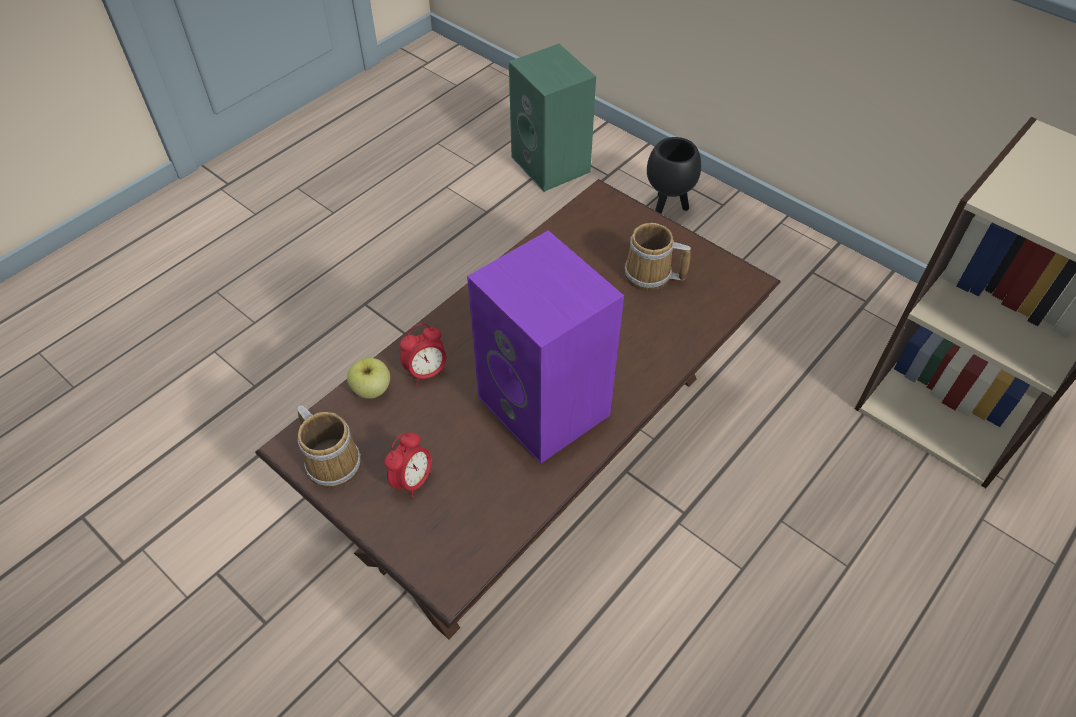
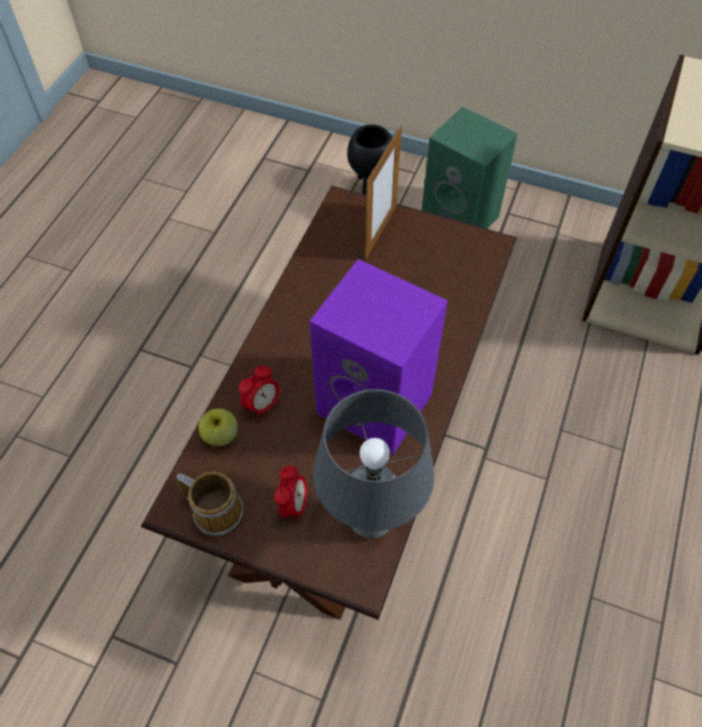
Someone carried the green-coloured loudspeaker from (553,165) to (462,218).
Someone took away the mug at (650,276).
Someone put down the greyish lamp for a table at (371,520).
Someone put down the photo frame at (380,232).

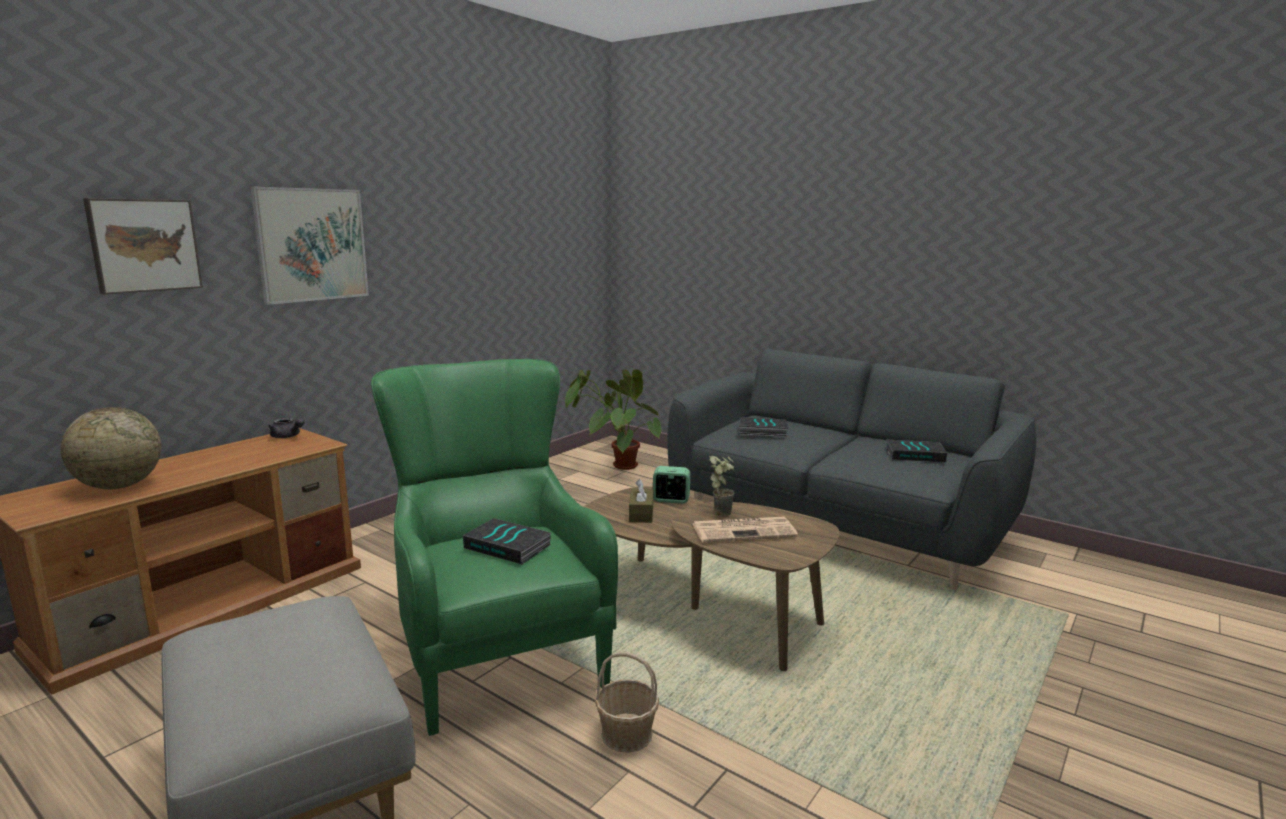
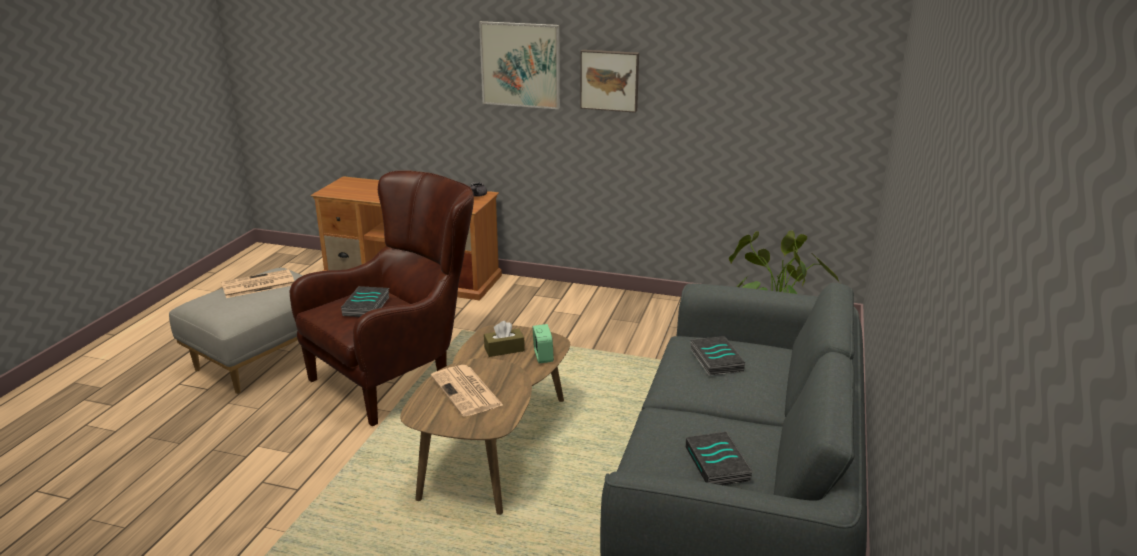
Someone took away the globe at (119,486).
Someone carried the wall picture from (144,245) to (610,80).
Someone repainted the green-coloured lounge chair at (496,651), which became the brown-coloured lounge chair at (399,376).
Someone took away the basket at (626,734).
Someone took away the plant in a pot at (721,511).
Someone put down the printed paper at (257,285).

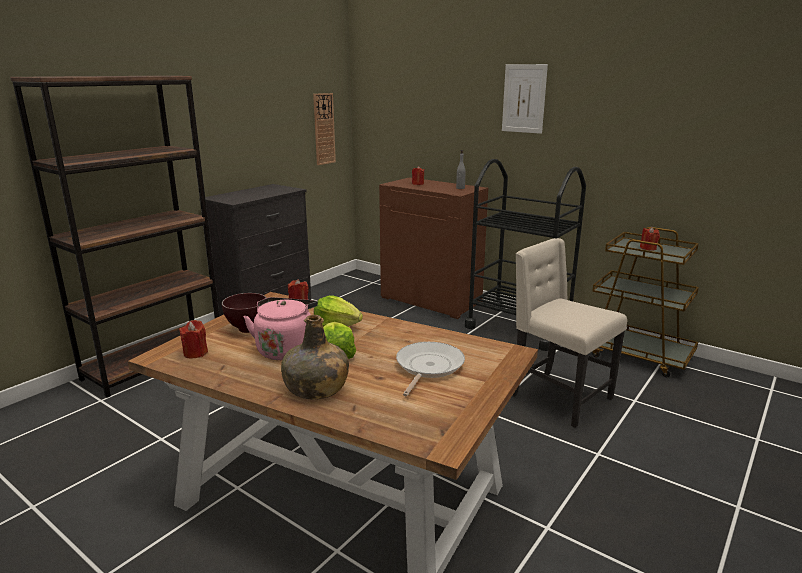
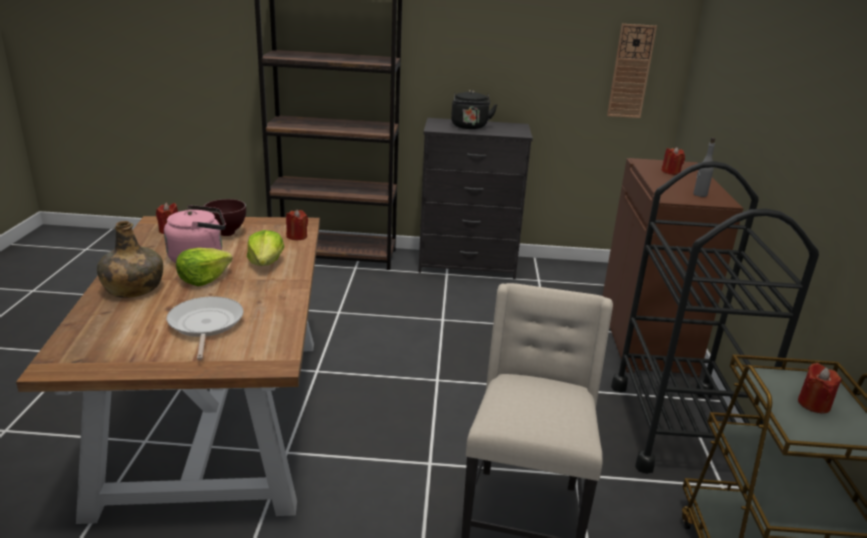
Someone rotated the skillet at (428,367) by 90 degrees counterclockwise.
Someone took away the wall picture at (524,98).
Someone put down the black-coloured kettle at (469,127).

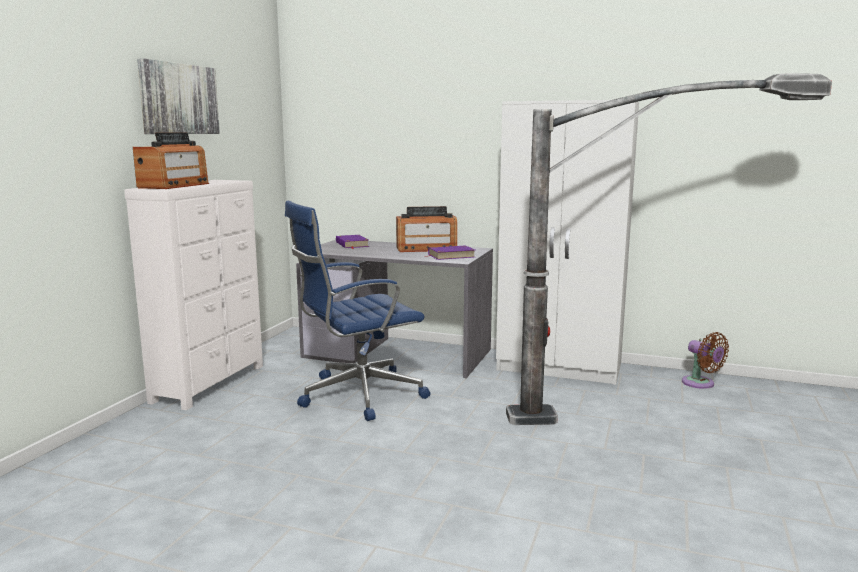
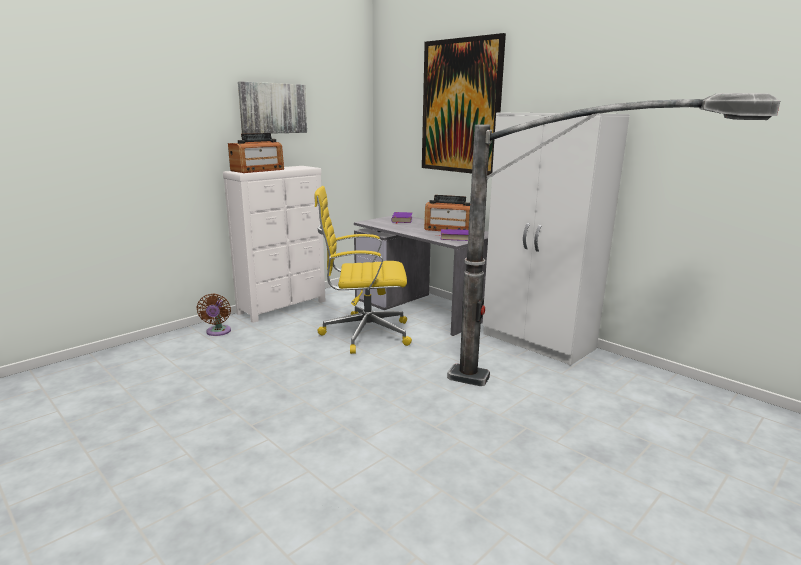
Someone repainted the blue-coloured office chair at (358,395), which became the yellow-coloured office chair at (363,333).
Someone carried the brown-coloured electric fan from (701,384) to (218,332).
Someone put up the wall picture at (460,107).

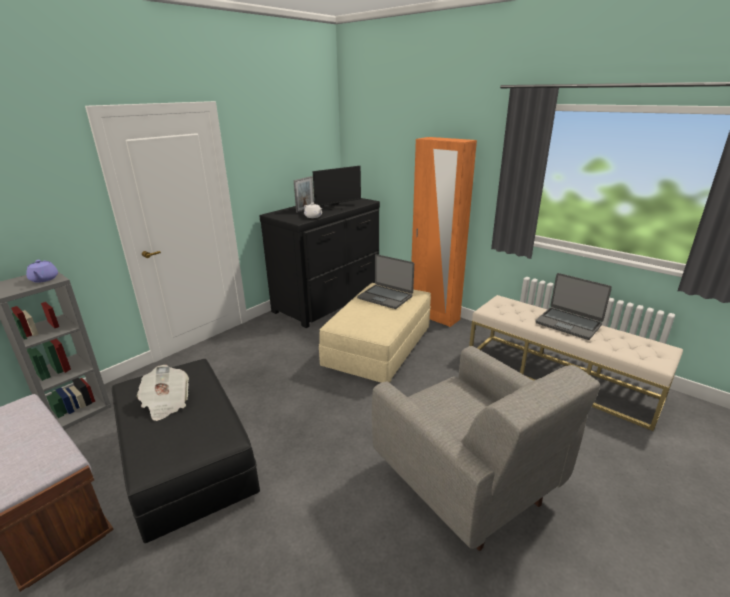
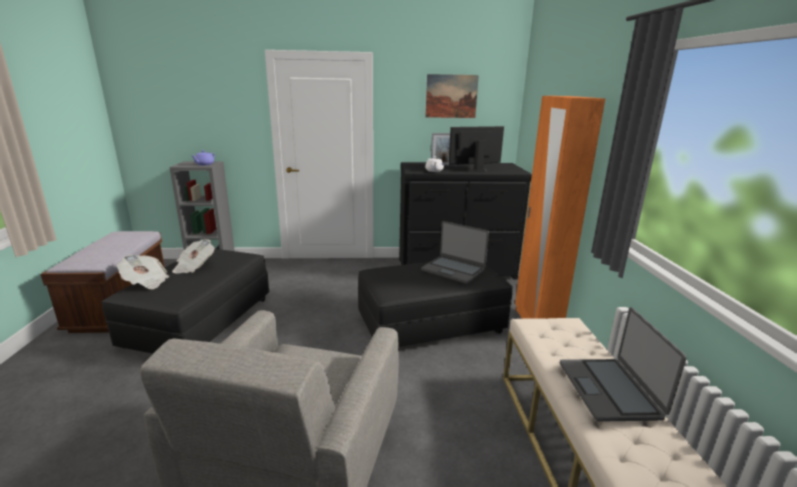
Someone rotated the computer screen at (337,207) by 150 degrees clockwise.
Someone repainted the beige pouffe at (379,348), which became the black-coloured pouffe at (430,323).
Someone rotated the laptop at (385,297) by 45 degrees counterclockwise.
Someone put down the printed paper at (145,282).
Someone put up the wall picture at (451,96).

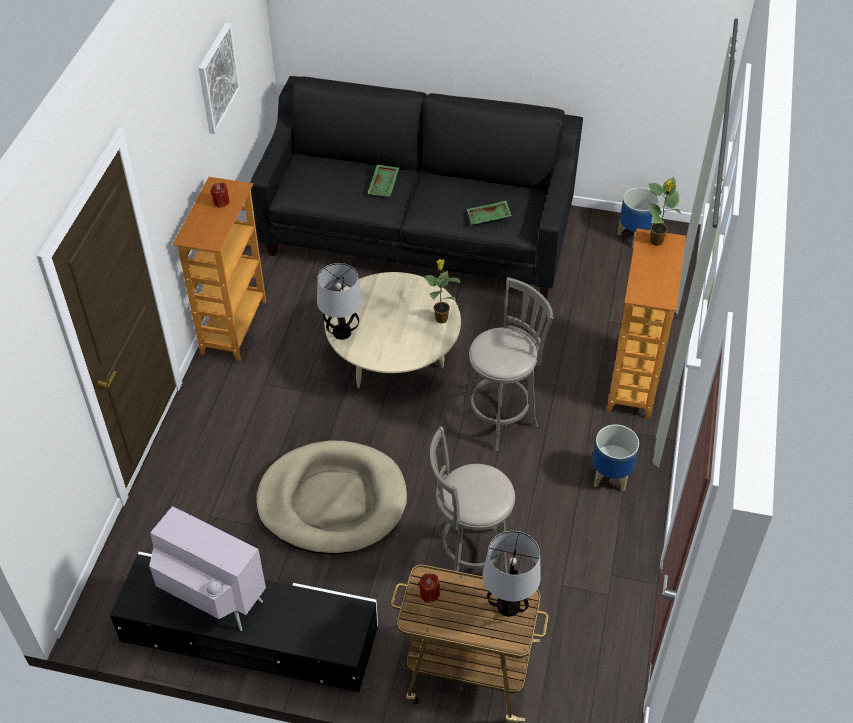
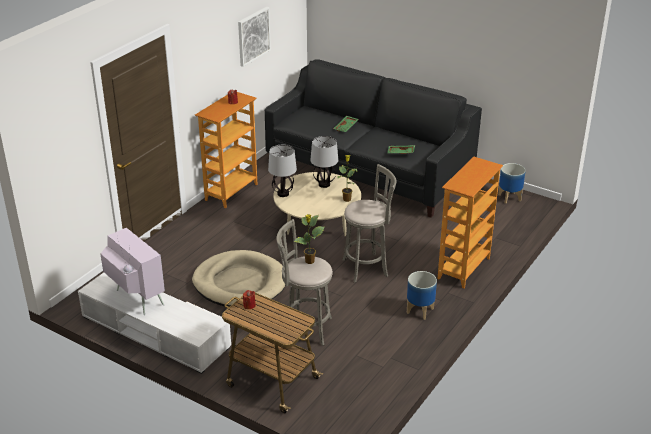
Someone repainted the black-coloured media console at (250,634), which became the whitish media console at (155,332).
Someone carried the lamp for a table from (509,606) to (324,184).
Someone carried the plant in a pot from (656,242) to (309,261).

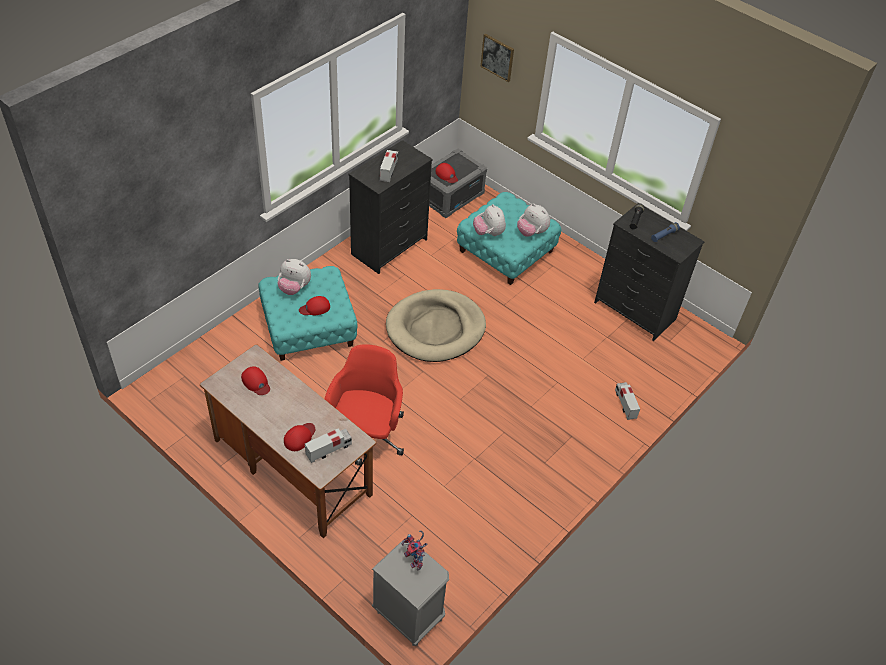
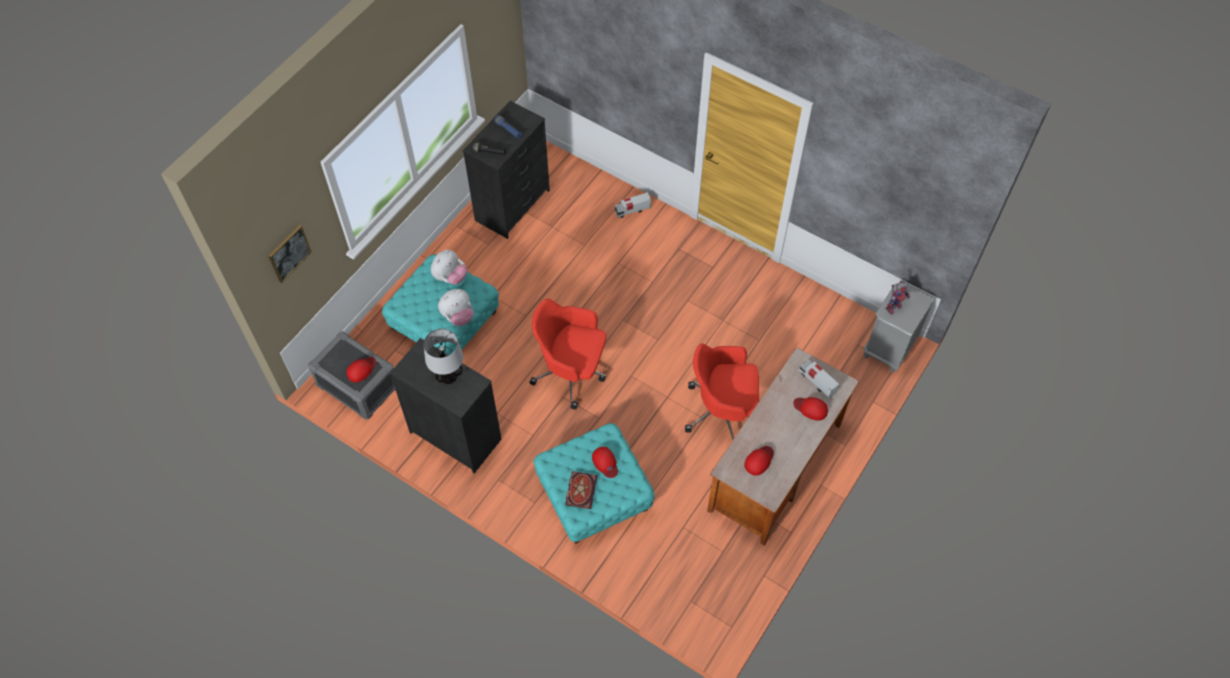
Someone swapped the cuddly toy at (294,288) for the book at (580,490).
Someone swapped the model truck at (389,170) for the lamp for a table at (449,377).
Someone swapped the beige pet bed at (435,328) for the red-coloured office chair at (571,372).

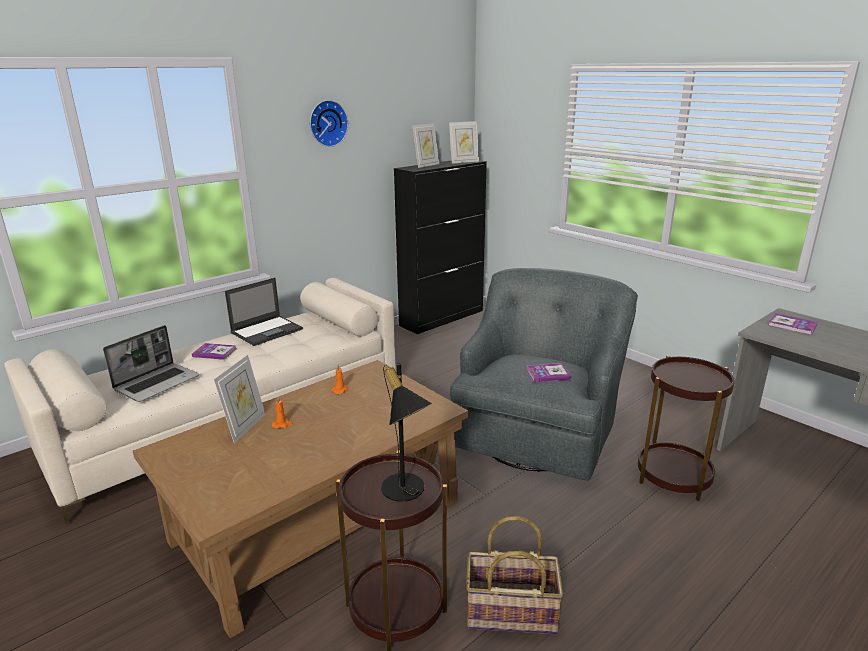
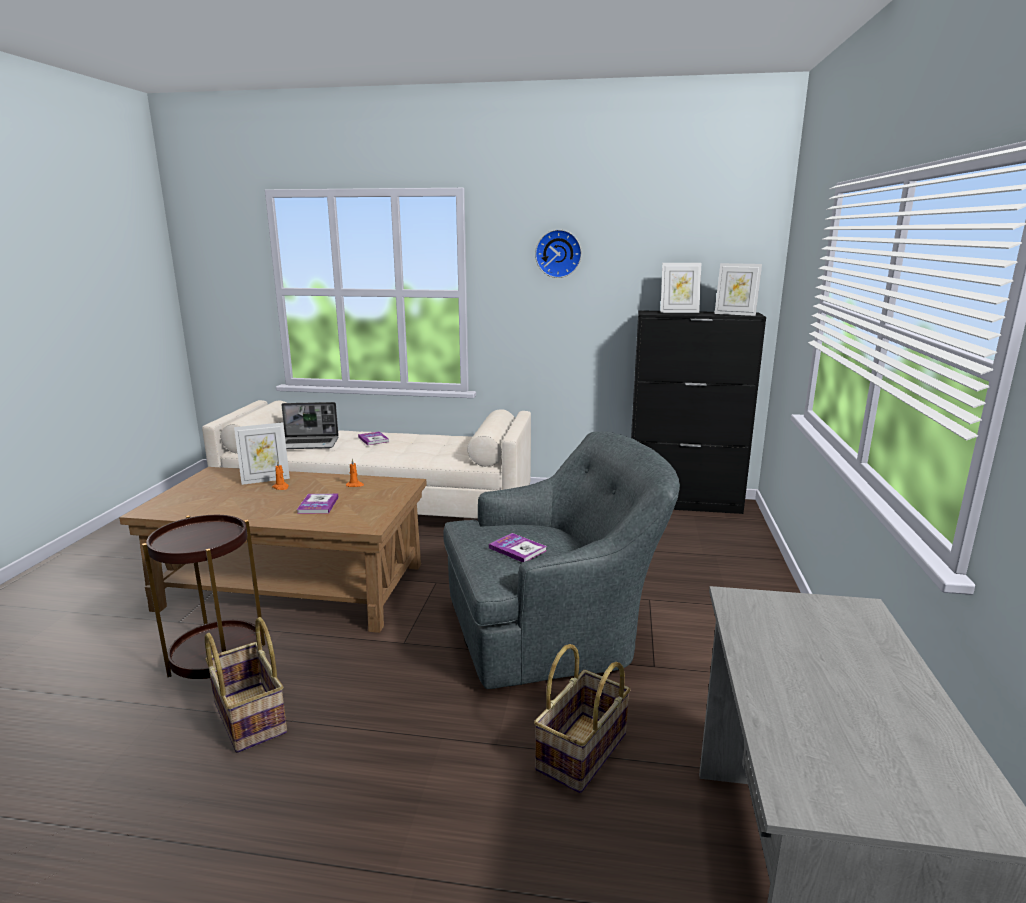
Someone took away the laptop at (267,330).
Someone took away the black-coloured lamp for a table at (406,492).
Someone swapped the brown-coloured side table at (673,476) for the basket at (583,753).
Someone carried the book from (792,325) to (318,505).

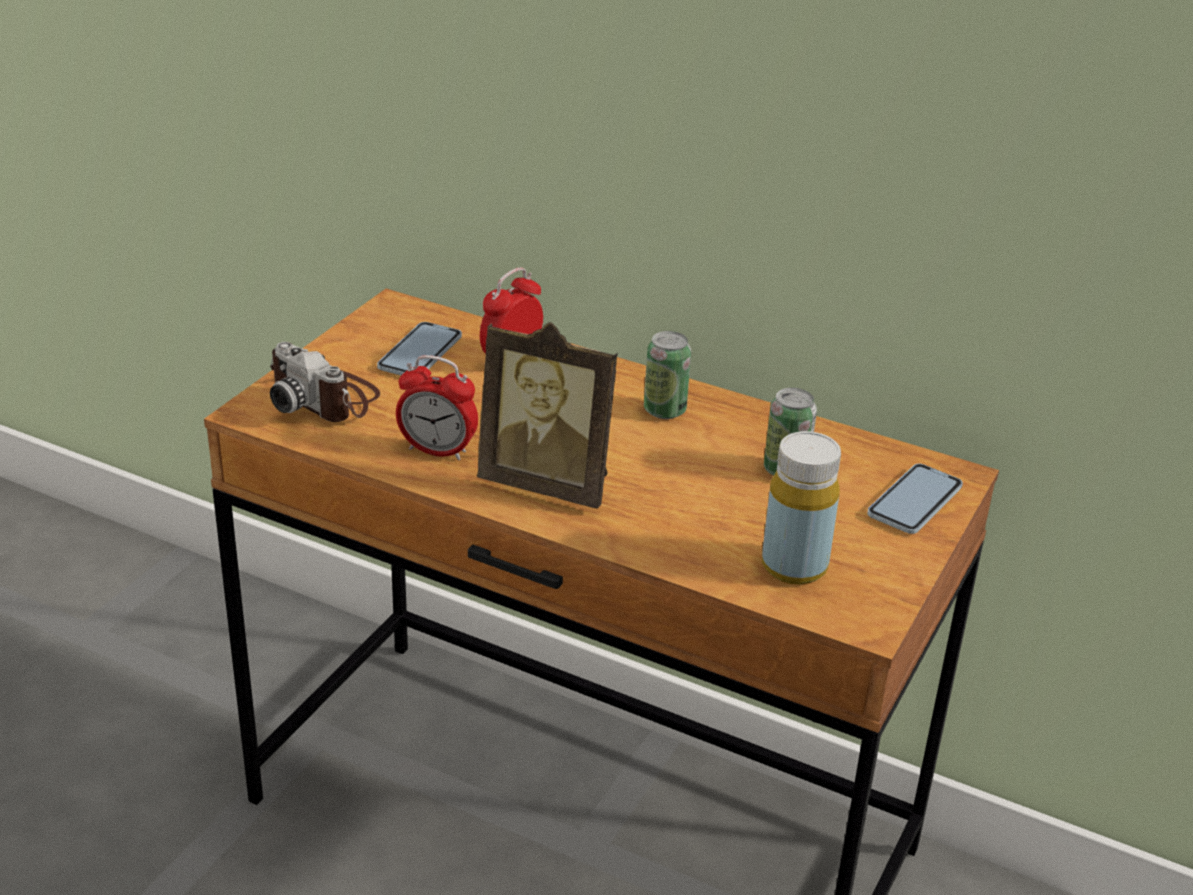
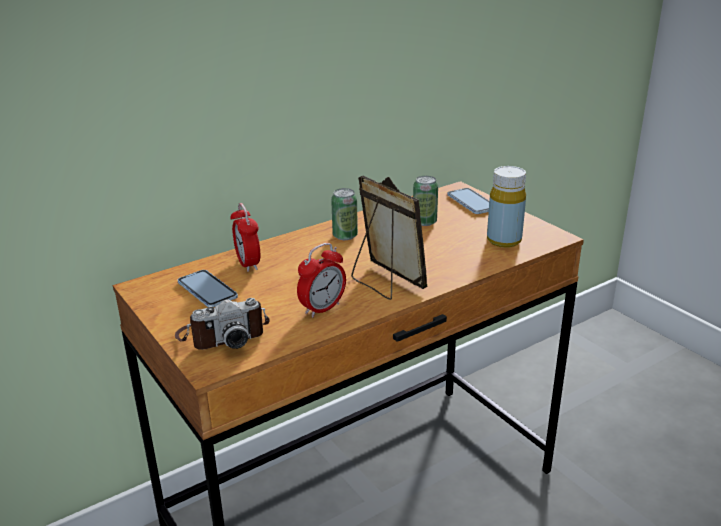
Someone rotated the photo frame at (549,483) by 90 degrees counterclockwise.

